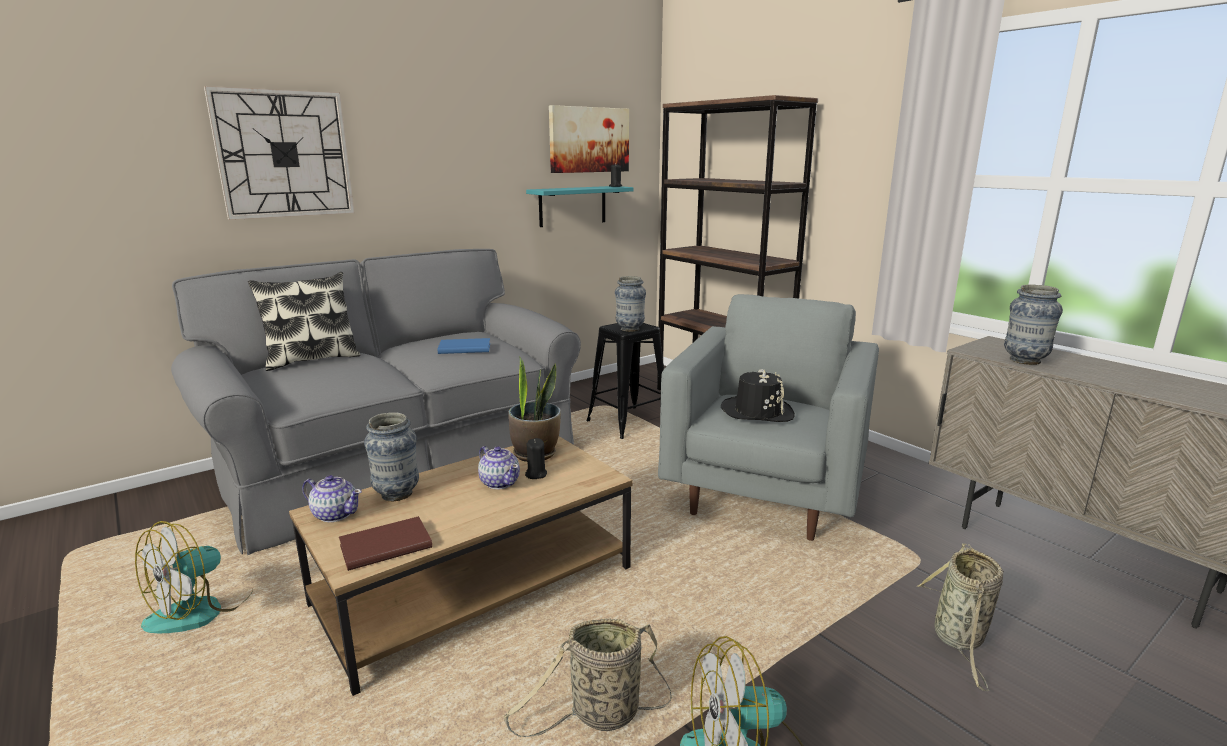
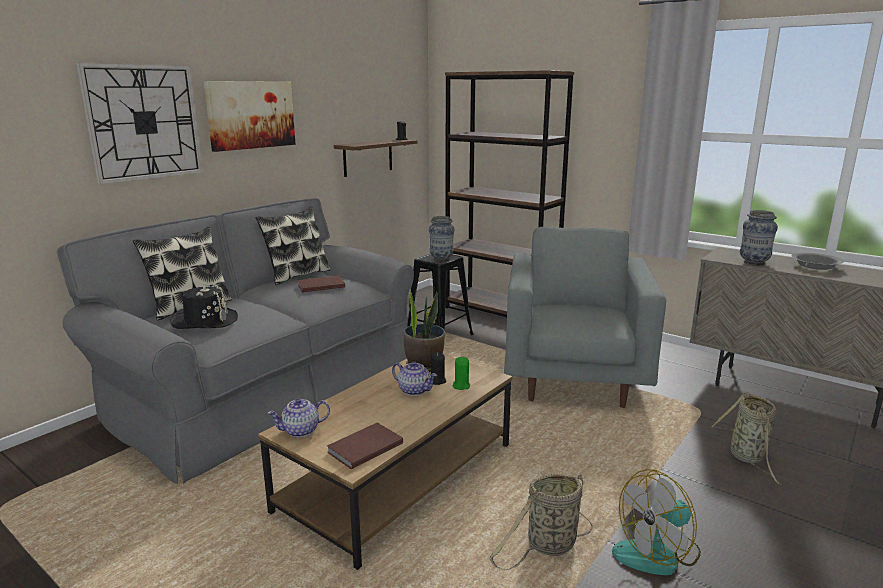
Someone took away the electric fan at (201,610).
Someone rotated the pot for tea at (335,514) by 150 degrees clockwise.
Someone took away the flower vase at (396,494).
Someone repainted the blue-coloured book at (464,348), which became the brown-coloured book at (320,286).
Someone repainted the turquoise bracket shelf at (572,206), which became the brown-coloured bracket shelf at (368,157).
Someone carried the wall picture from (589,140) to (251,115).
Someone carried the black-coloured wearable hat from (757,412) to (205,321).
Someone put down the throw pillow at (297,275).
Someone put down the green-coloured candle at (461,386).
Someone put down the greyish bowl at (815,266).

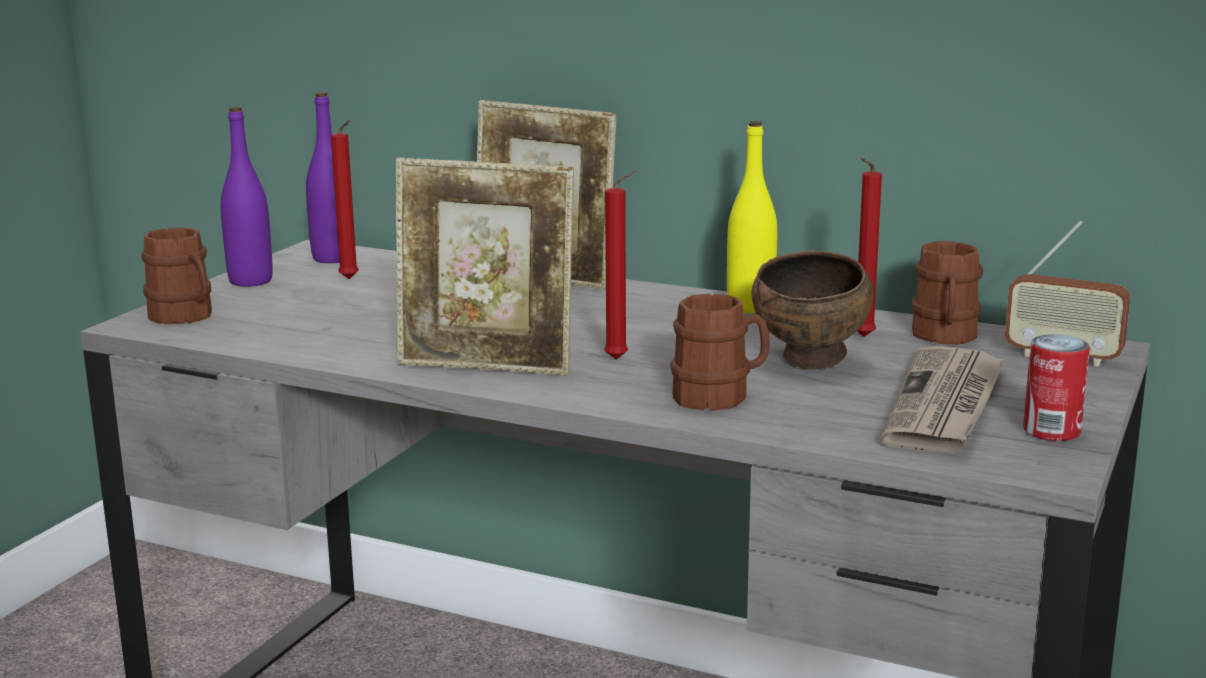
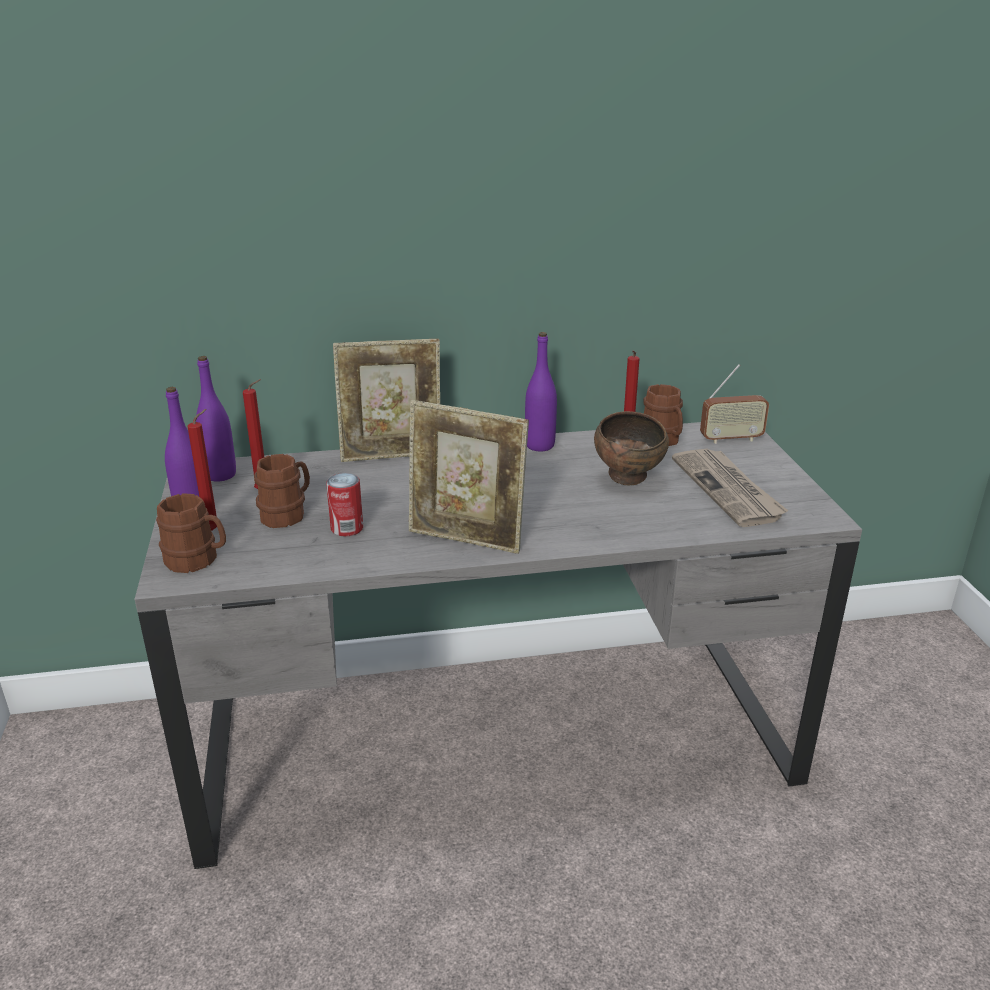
Someone rotated the photo frame at (487,367) by 45 degrees clockwise.
Someone carried the red-coloured candle from (620,359) to (214,529).
Someone carried the brown-coloured mug from (720,396) to (288,513).
Someone repainted the yellow-coloured beverage bottle at (750,307), which became the purplish beverage bottle at (540,445).
Someone carried the metal can from (1051,431) to (347,528).

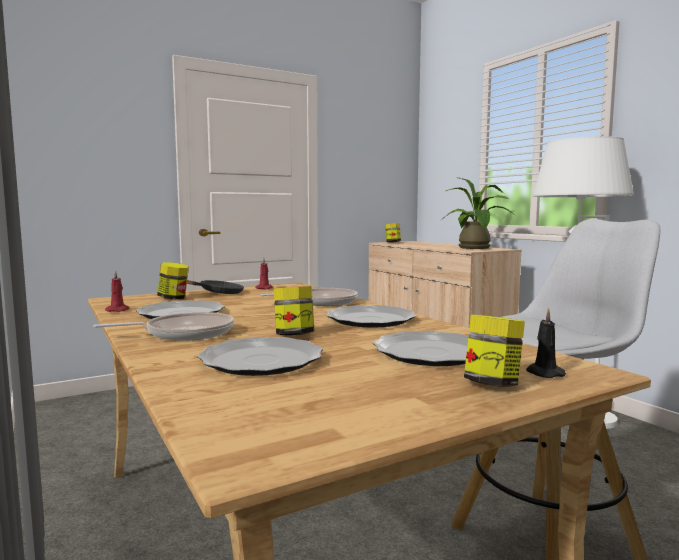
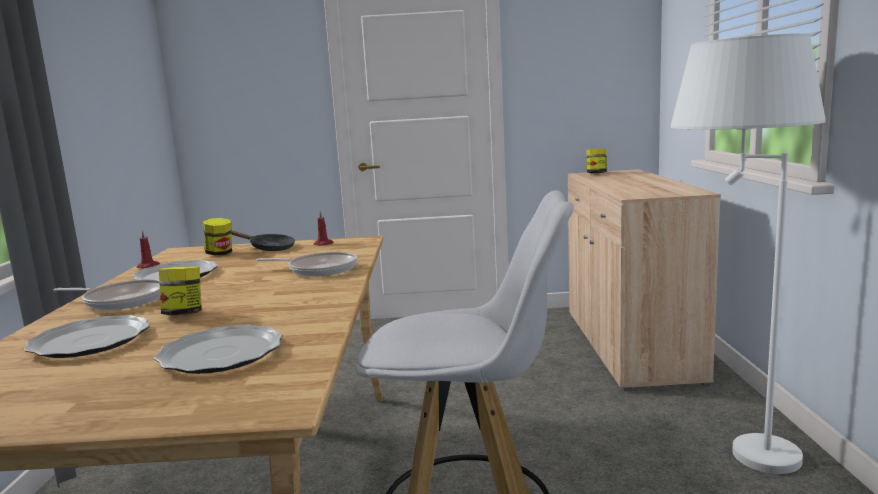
Someone took away the flat dish at (370,320).
Someone took away the plant in a pot at (476,248).
Someone took away the storage jar at (492,383).
Someone took away the black-coloured candle at (543,373).

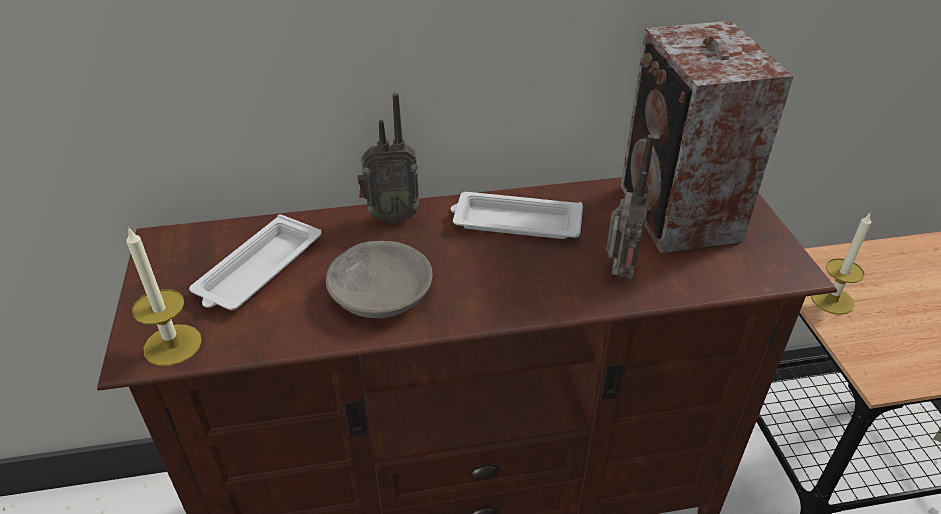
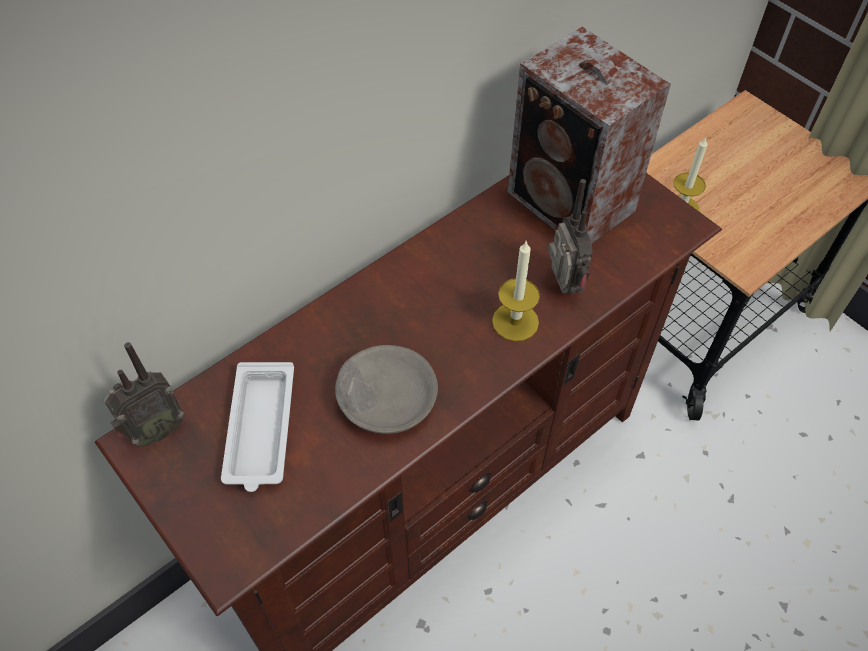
Someone carried the candle from (172,345) to (515,321).
Someone carried the radio receiver from (391,216) to (155,431).
Someone took away the whitish carrying tray at (515,222).

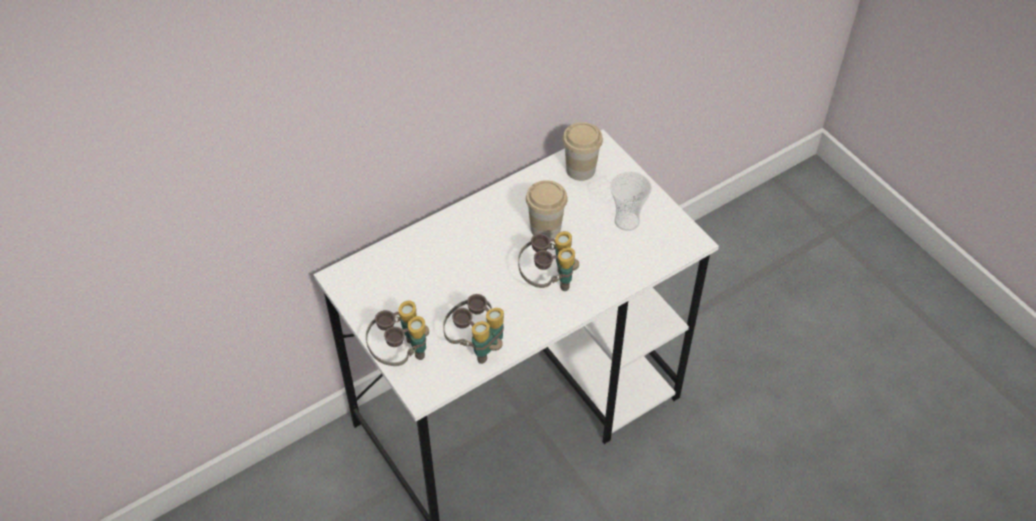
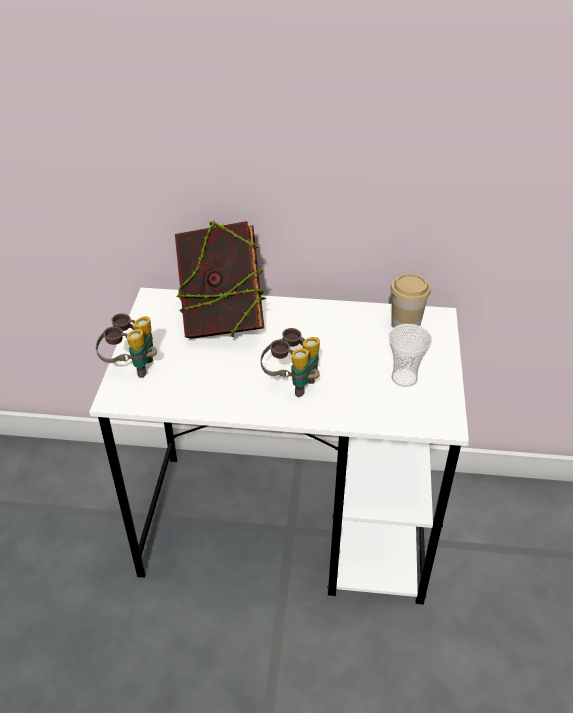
Someone took away the field glasses at (477,344).
Someone took away the cup at (545,228).
Someone put down the book at (222,321).

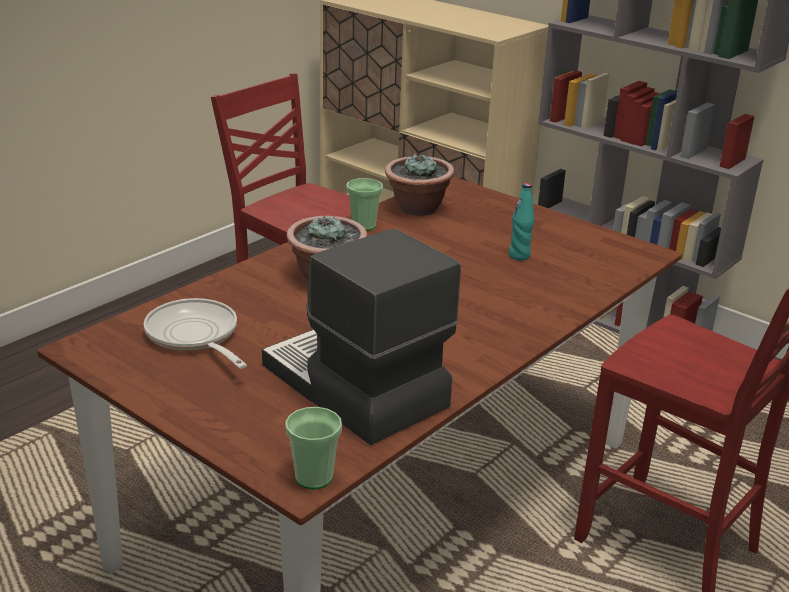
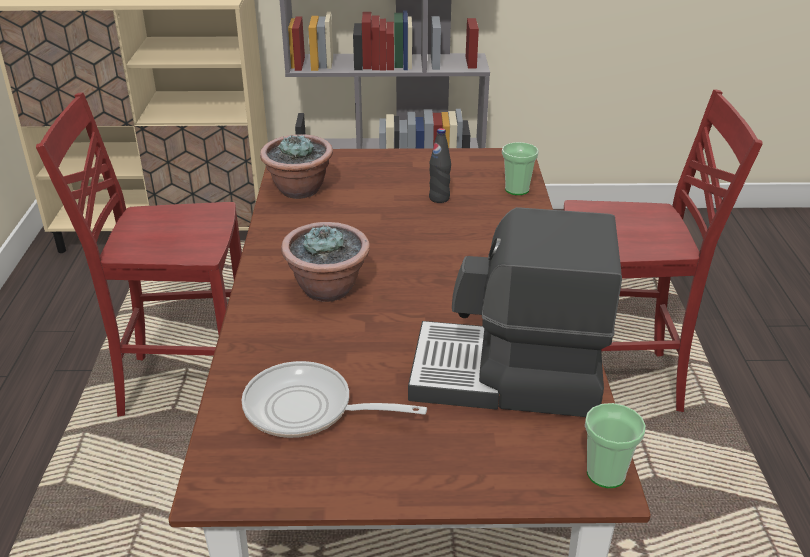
Someone carried the cup from (363,226) to (517,189).
Someone repainted the turquoise beverage bottle at (519,256), which became the black-coloured beverage bottle at (439,198).

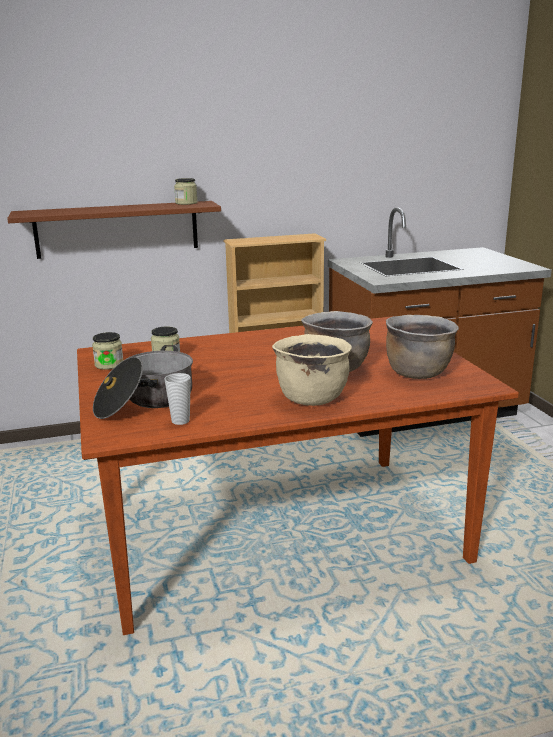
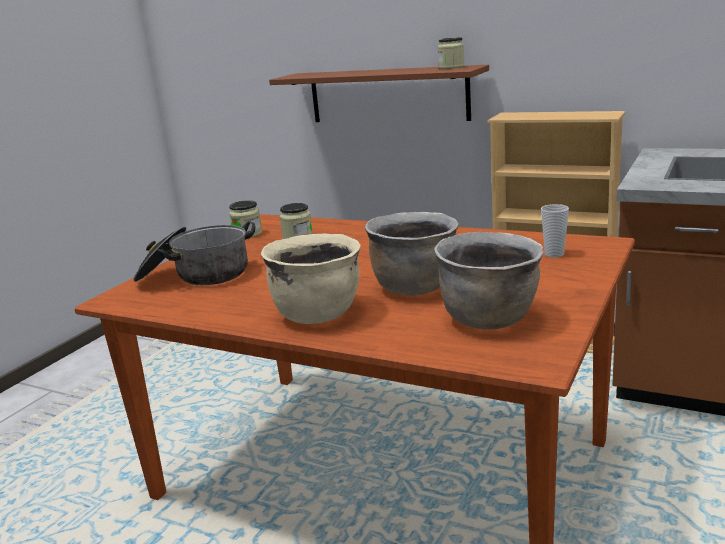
Someone carried the cup from (180,421) to (554,254).

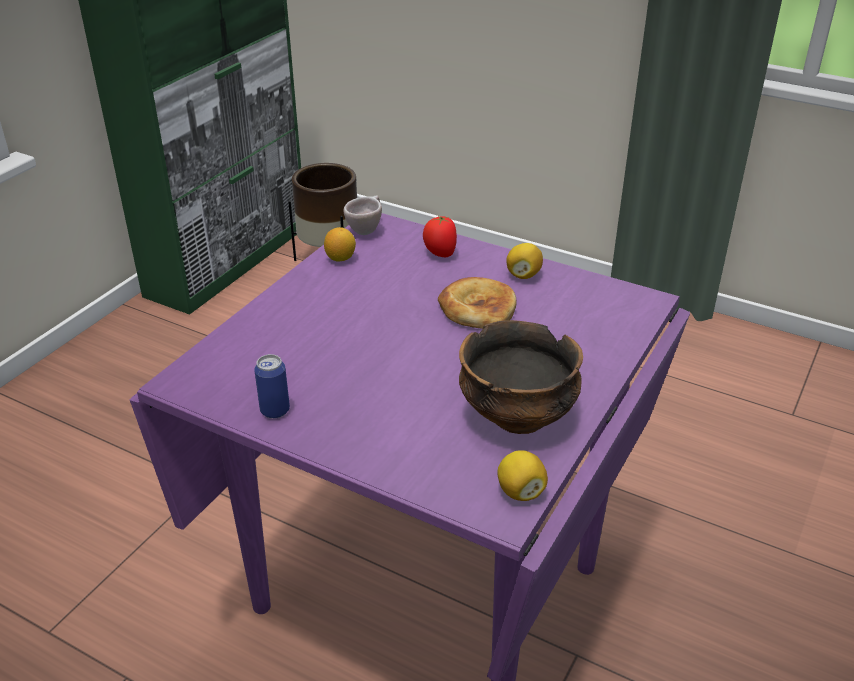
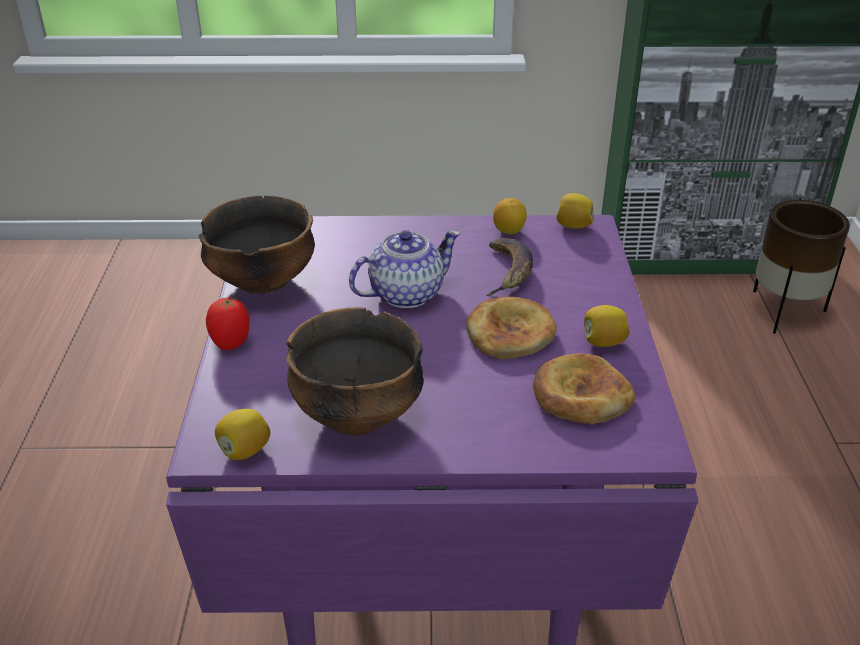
Someone swapped the metal can at (275,410) for the bowl at (263,282).
Someone swapped the beige cup at (366,229) for the citrus fruit at (573,226).
Someone carried the tomato from (439,254) to (231,342).
Someone put down the pot for tea at (405,294).
Someone put down the banana at (508,271).
Someone put down the bread at (580,395).

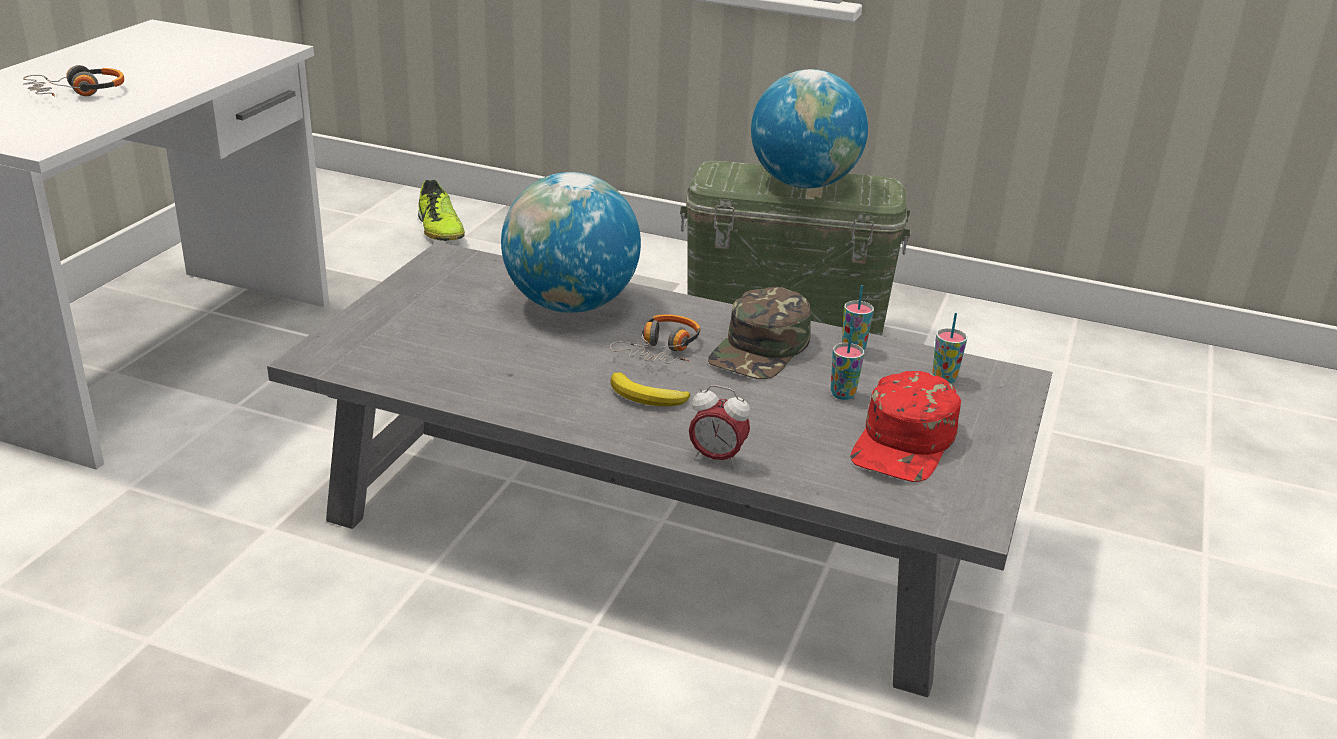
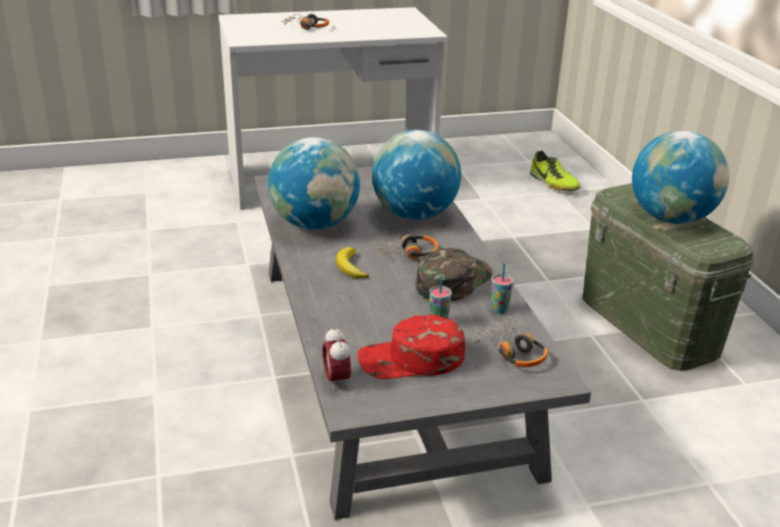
Someone rotated the shoe at (440,230) by 60 degrees counterclockwise.
Someone carried the table clock from (716,458) to (336,380).
Someone rotated the green-coloured cap at (761,349) by 135 degrees clockwise.
Someone swapped the cup at (944,378) for the pair of headphones at (512,351).
Someone put down the globe at (315,224).

